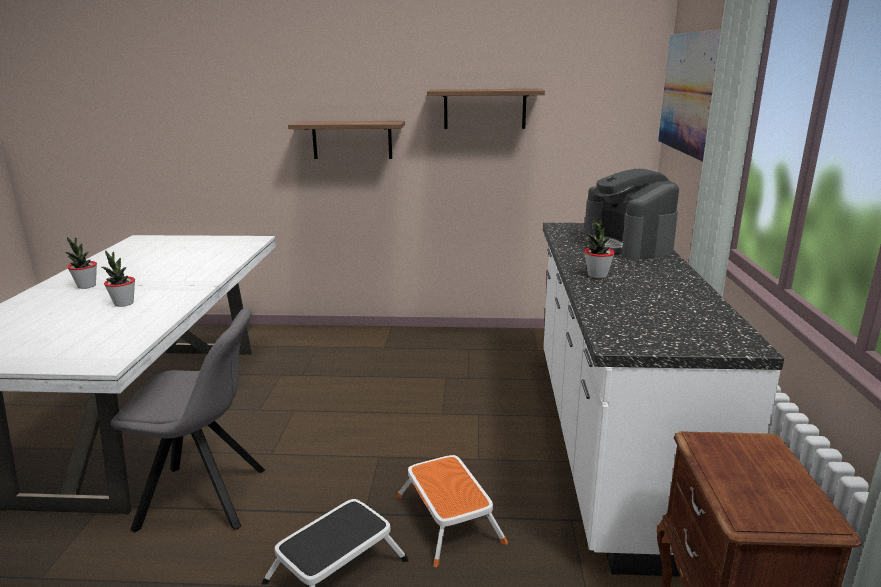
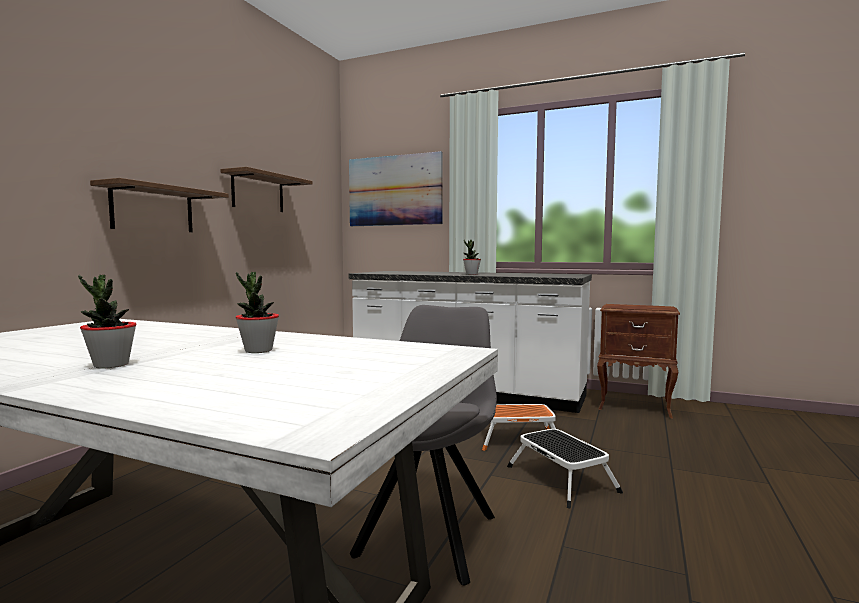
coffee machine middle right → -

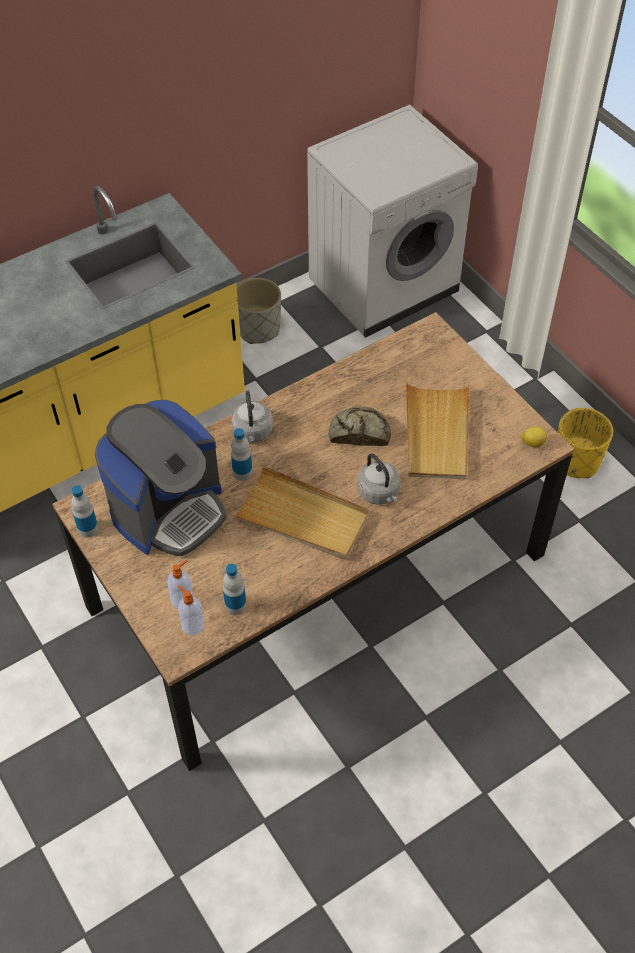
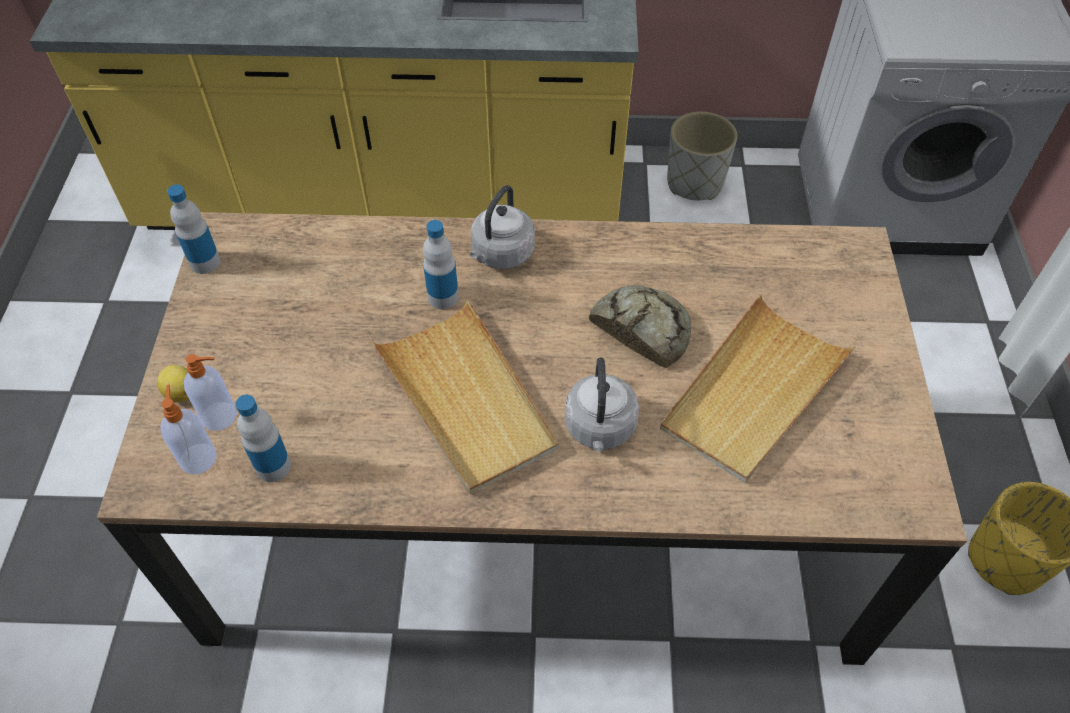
lemon middle right → lemon middle left, shifted
coffee machine middle left → -

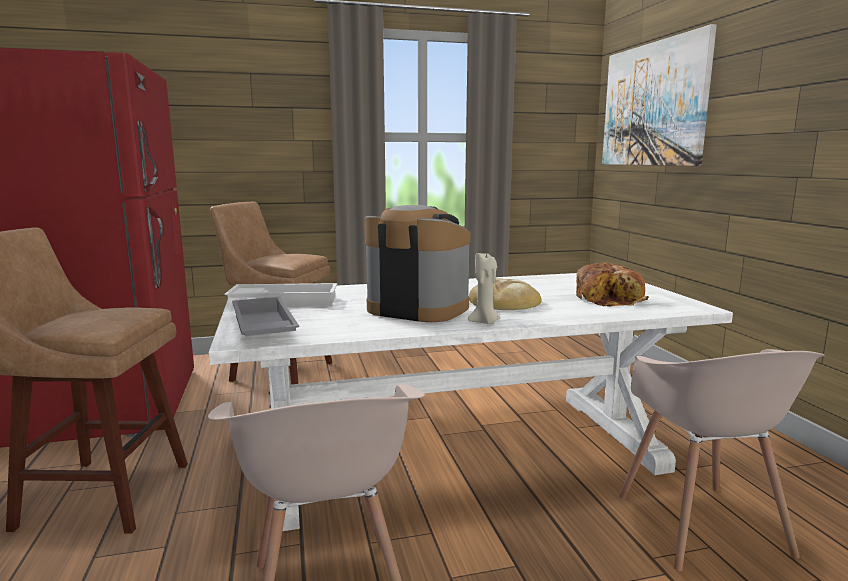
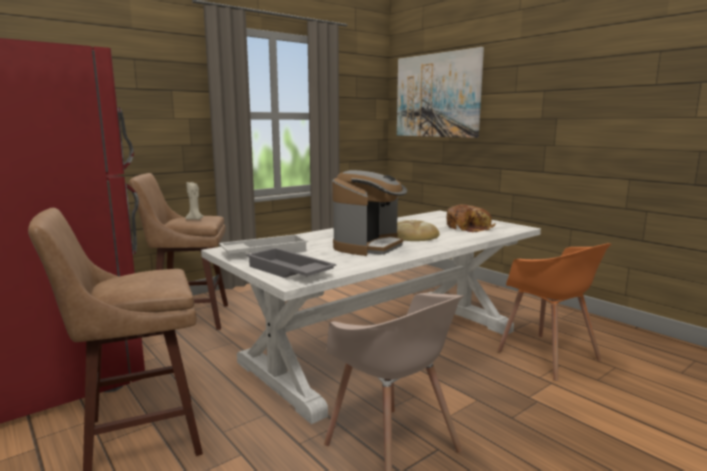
candle (beige) centre → candle (beige) middle left, shifted
coffee machine centre, 120 degrees clockwise
chair (beige) (no. 2 from left) bottom right → chair (orange) middle right

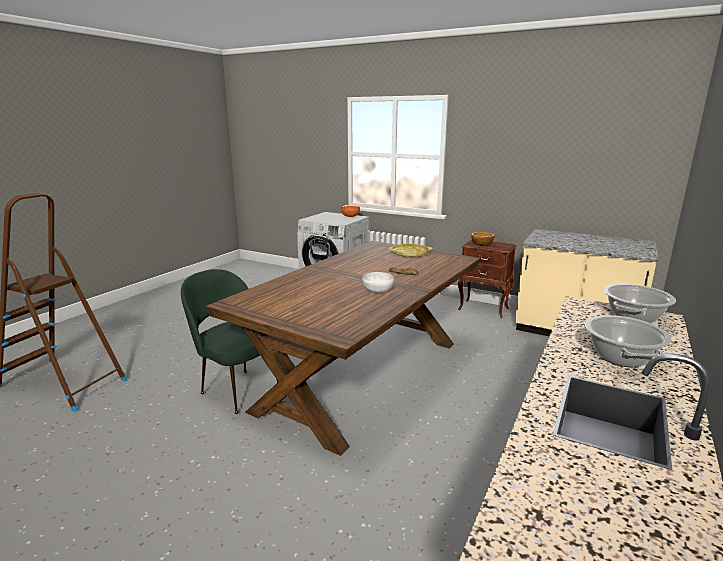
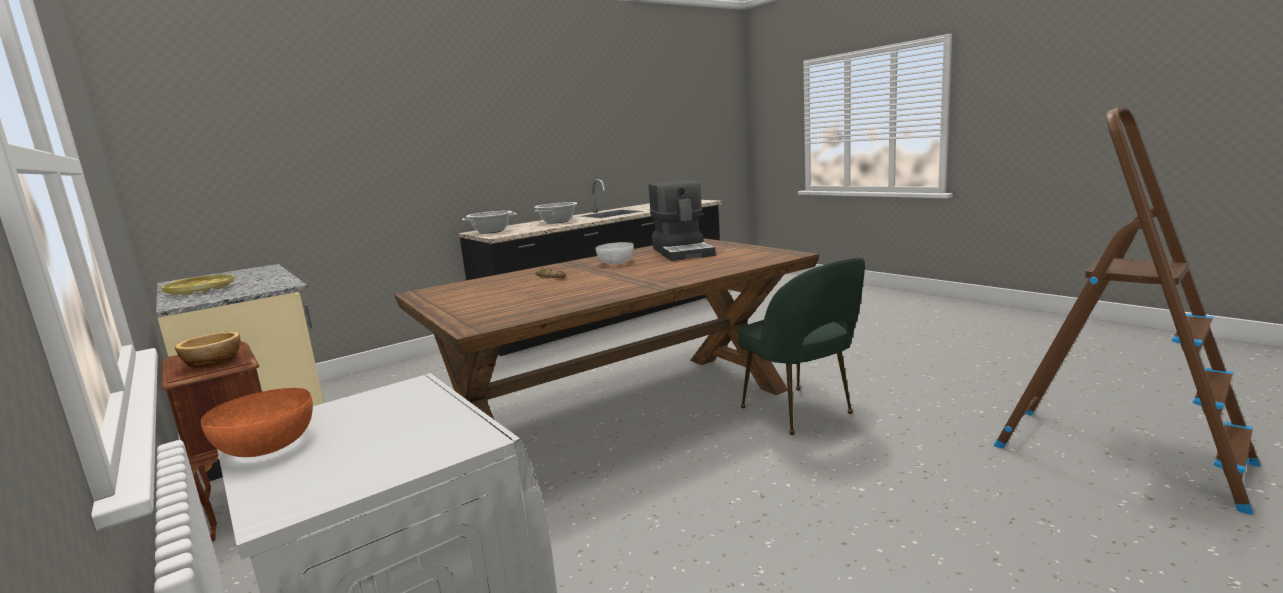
tray (yellow) centre → tray (yellow) middle left, shifted
- → coffee machine centre

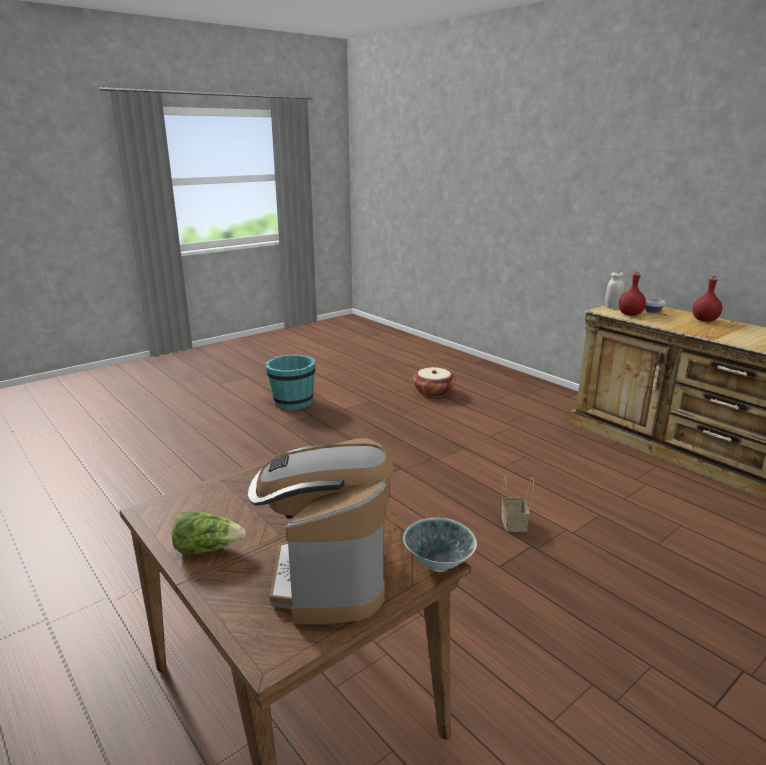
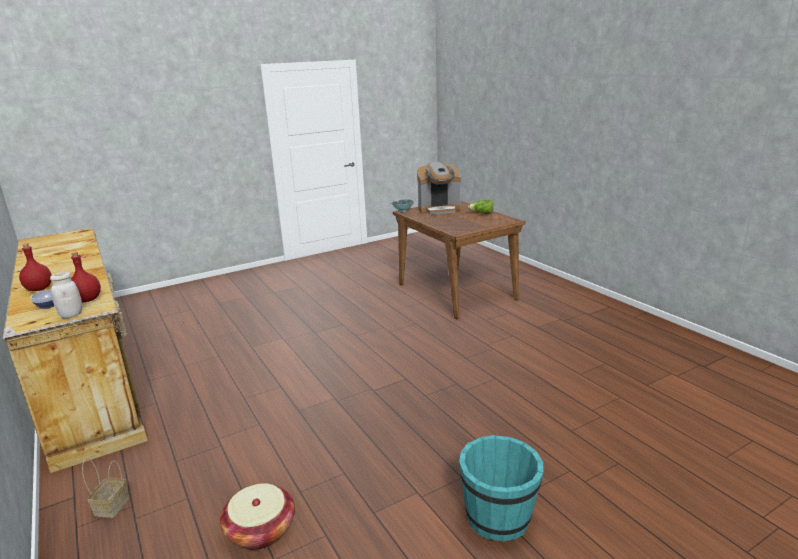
basket (no. 2 from left in the first image) middle right → basket (no. 1 from left) bottom left, shifted
coffee machine bottom centre → coffee machine centre, 75 degrees clockwise

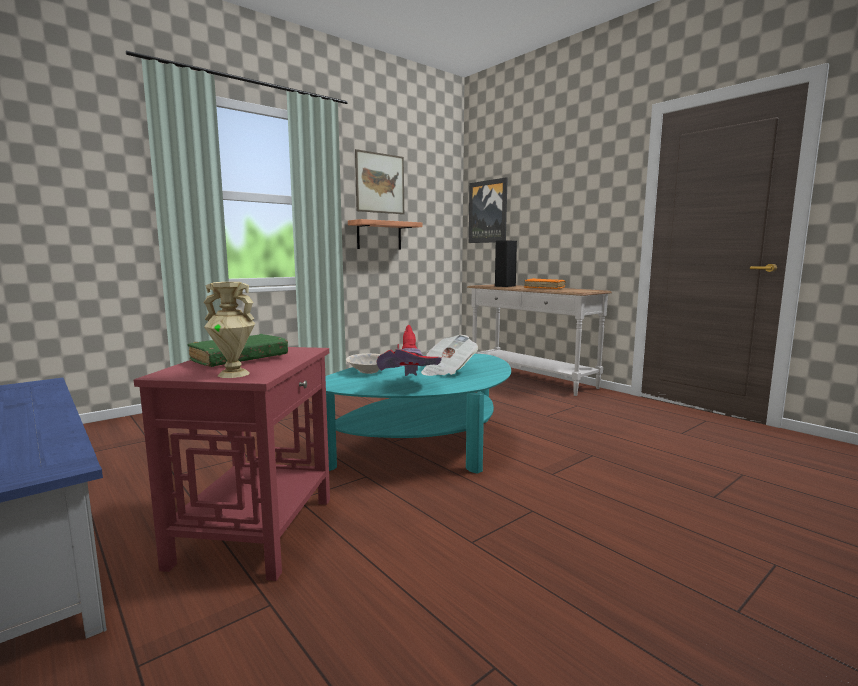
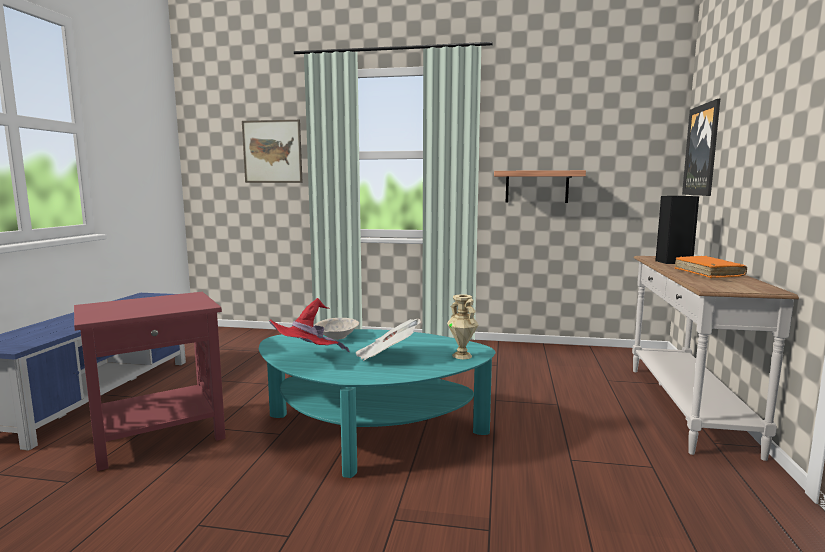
picture (no. 1 from left) top centre → picture (no. 1 from left) top left, shifted
vase (beige) middle left → vase (beige) centre, shifted
book (green) middle left → -

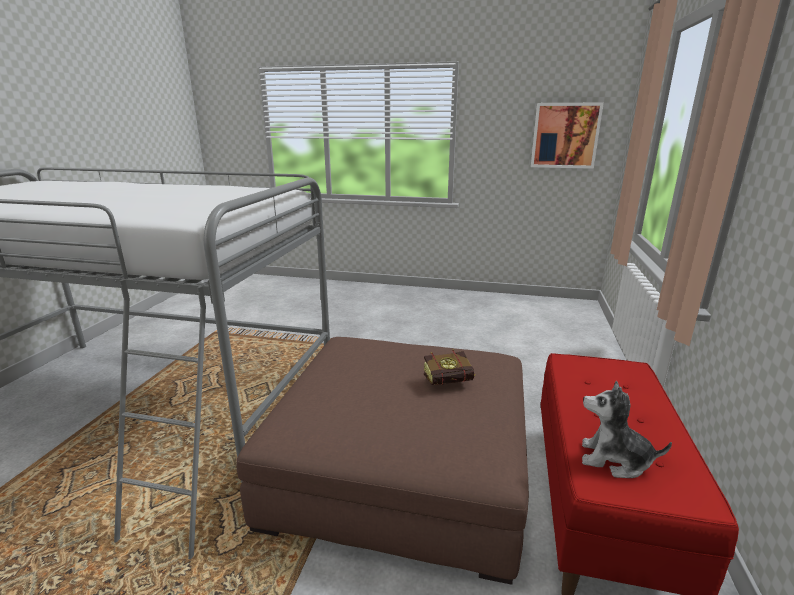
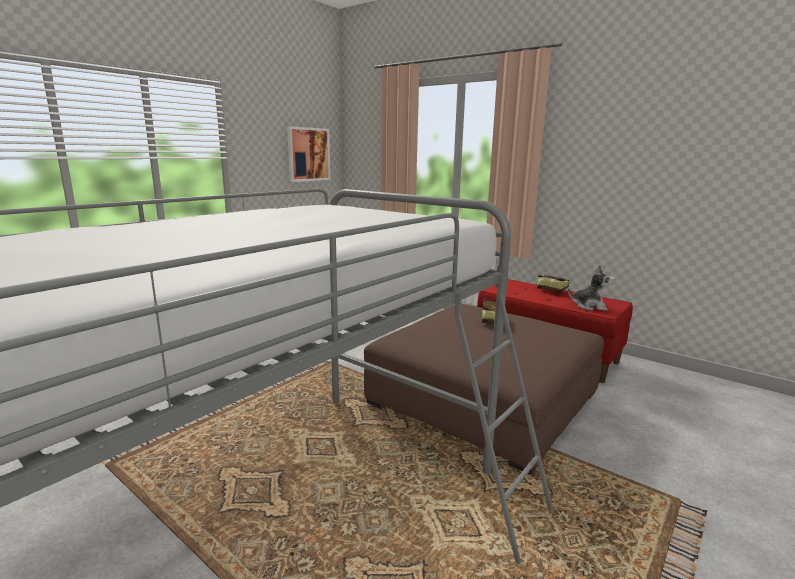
- → book (no. 2 from left) middle right
plush toy bottom right → plush toy middle right, 120 degrees counterclockwise

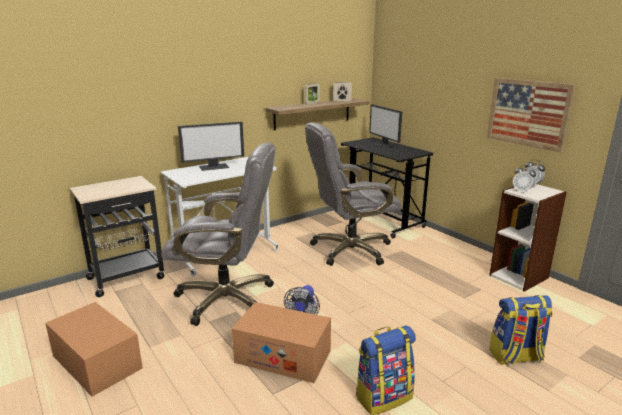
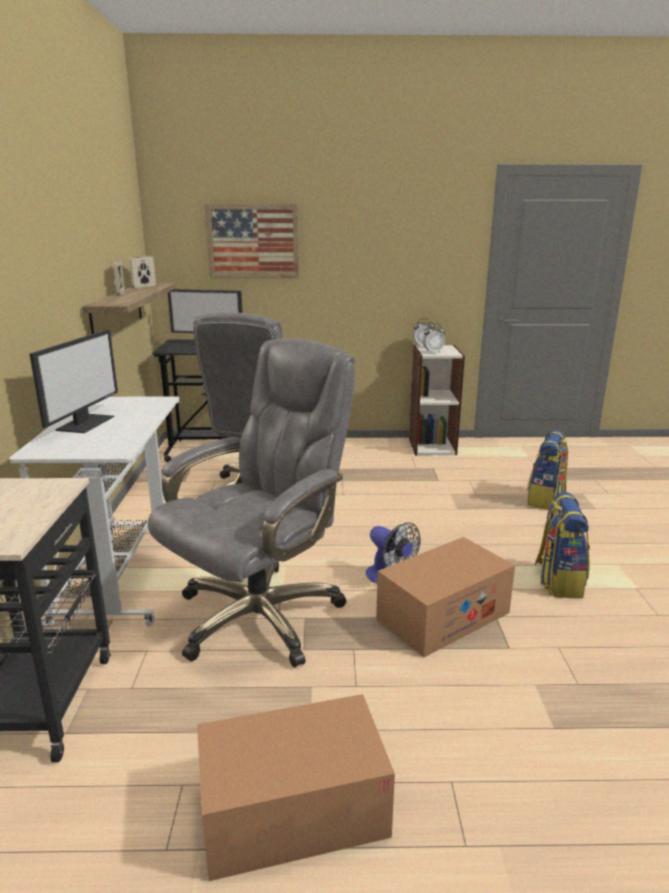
picture top right → picture top centre, shifted

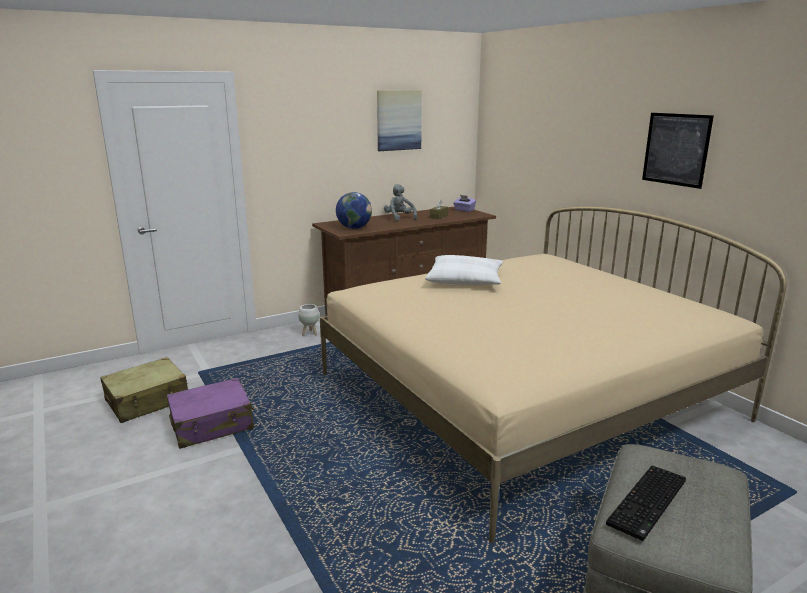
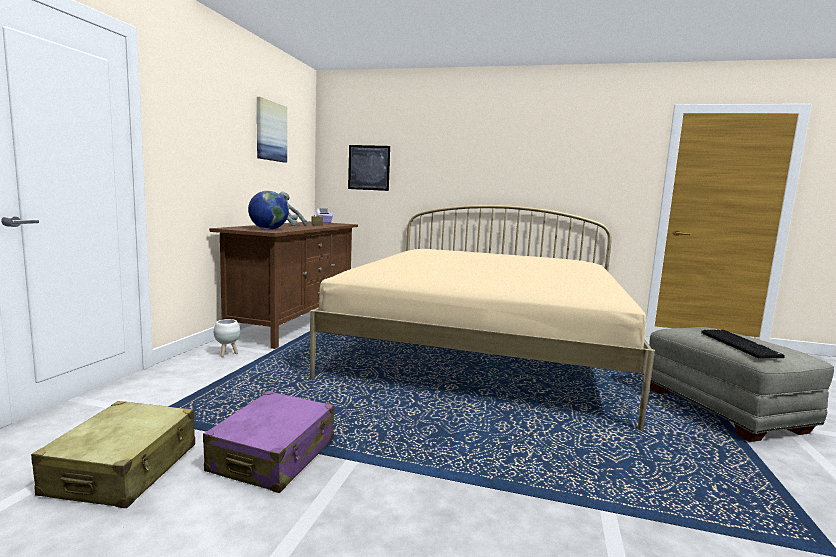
picture (no. 2 from left) top right → picture (no. 2 from left) top centre, shifted
pillow (white) centre → -

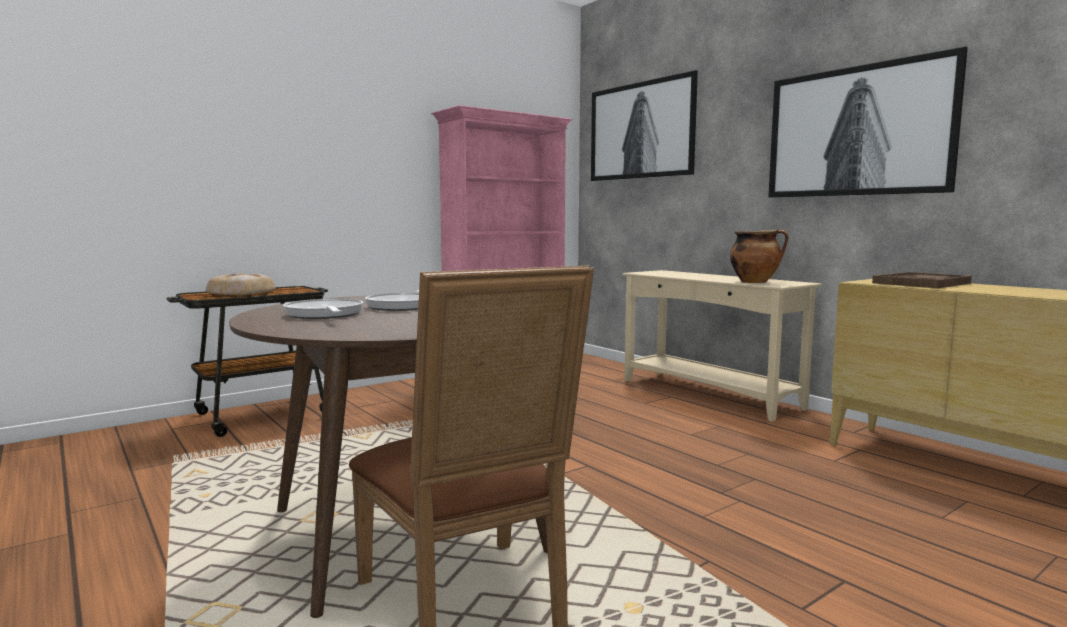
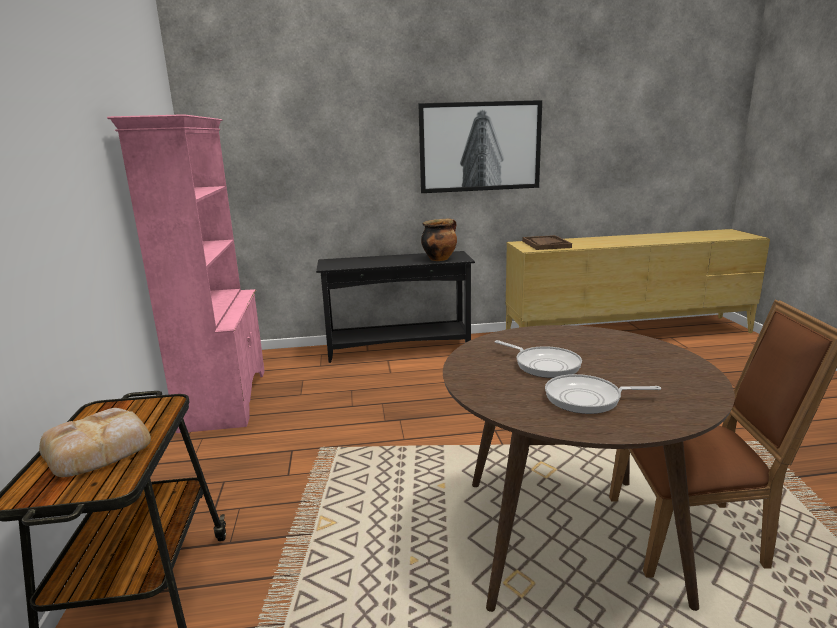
console table (beige) middle right → console table (black) centre
picture (no. 1 from left) top centre → -

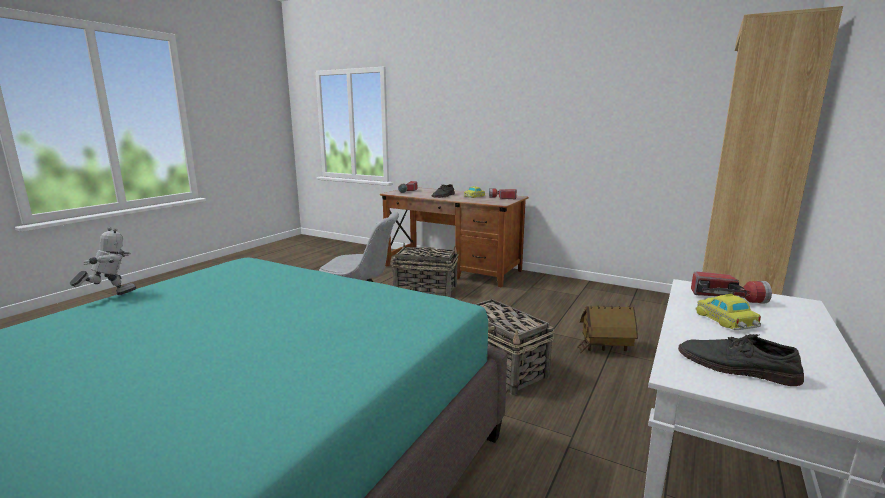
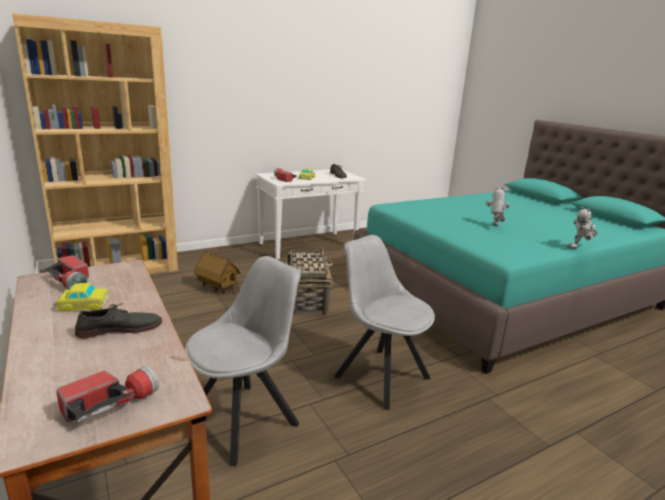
basket (no. 1 from left) centre → chair (grey) (no. 1 from left) bottom centre
- → toy robot (no. 1 from left) middle right

